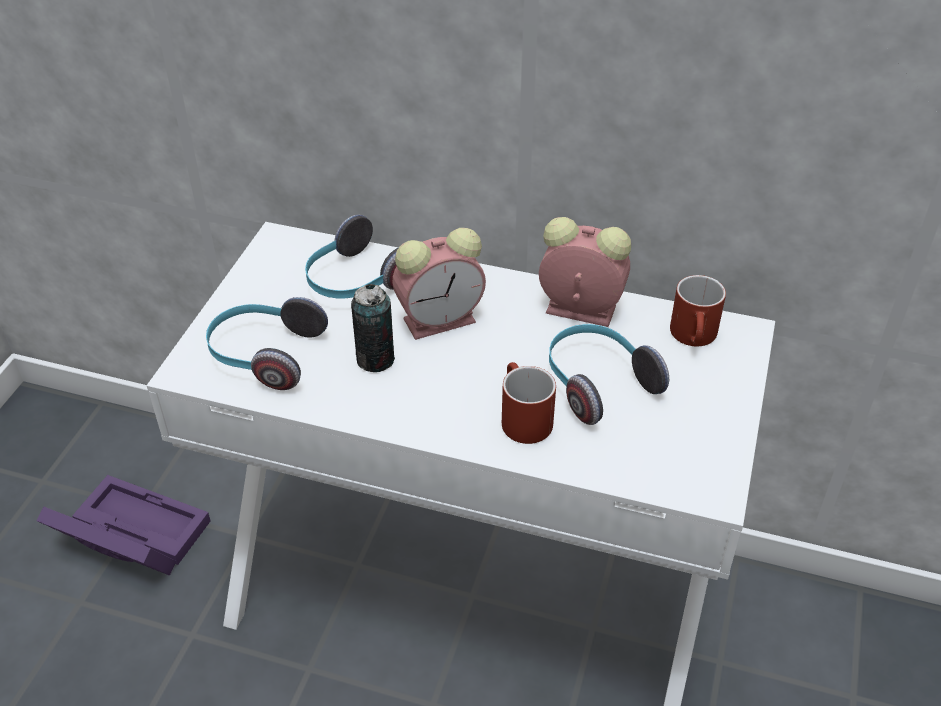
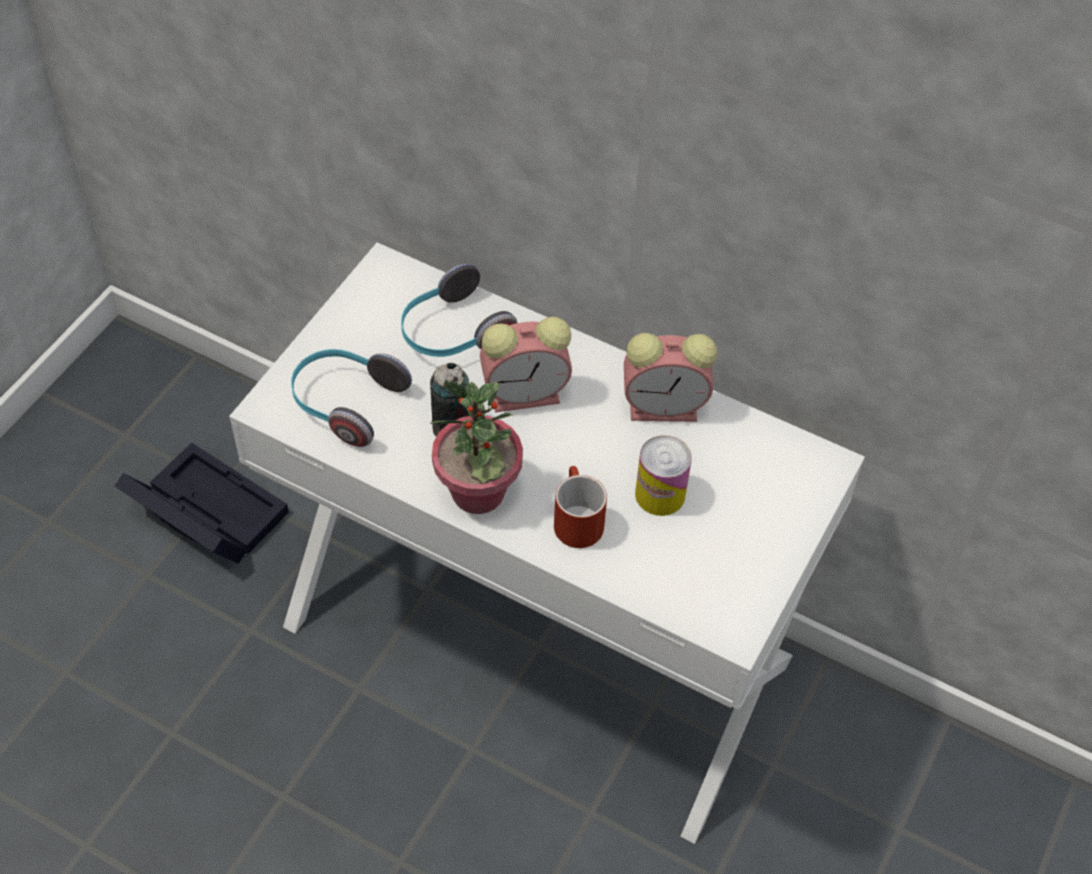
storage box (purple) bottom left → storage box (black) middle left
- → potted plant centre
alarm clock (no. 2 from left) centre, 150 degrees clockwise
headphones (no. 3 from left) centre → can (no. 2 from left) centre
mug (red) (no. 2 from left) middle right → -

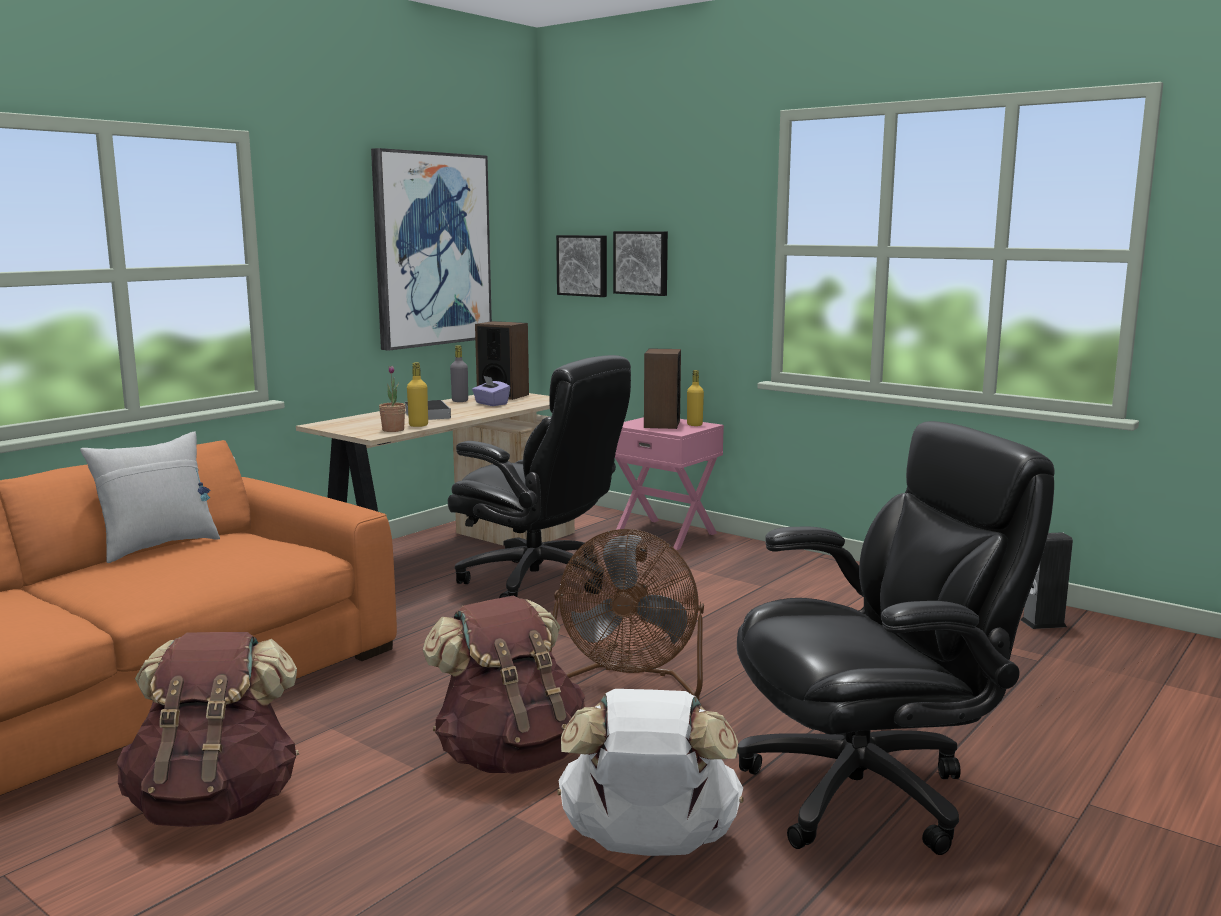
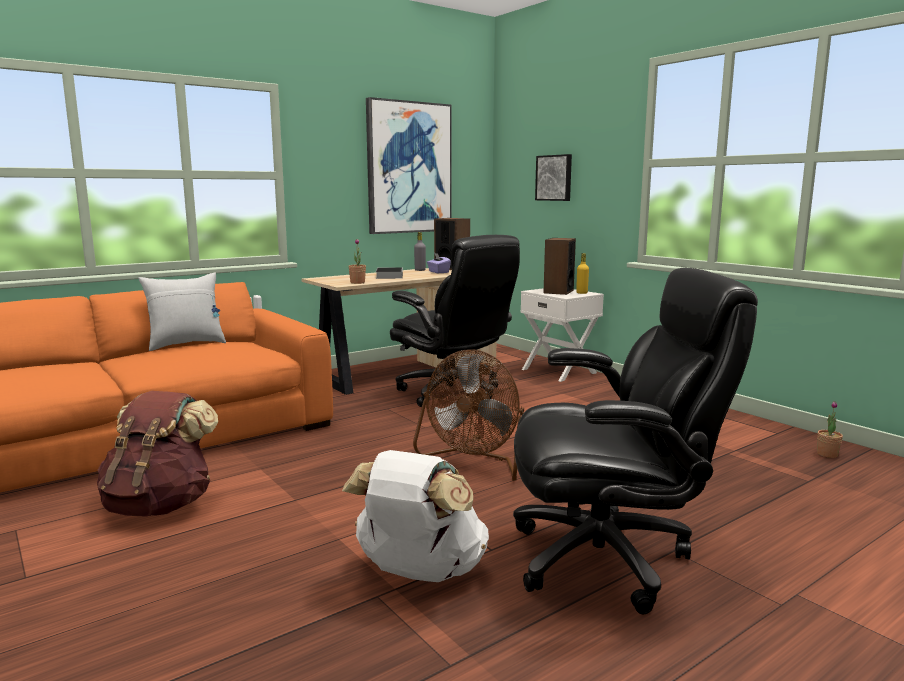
nightstand (pink) centre → nightstand (white) centre
speaker (no. 3 from left) middle right → potted plant (no. 2 from left) middle right
bottle (yellow) (no. 1 from left) centre → -
backpack (brown) (no. 2 from left) bottom centre → -
picture (no. 2 from left) top centre → -

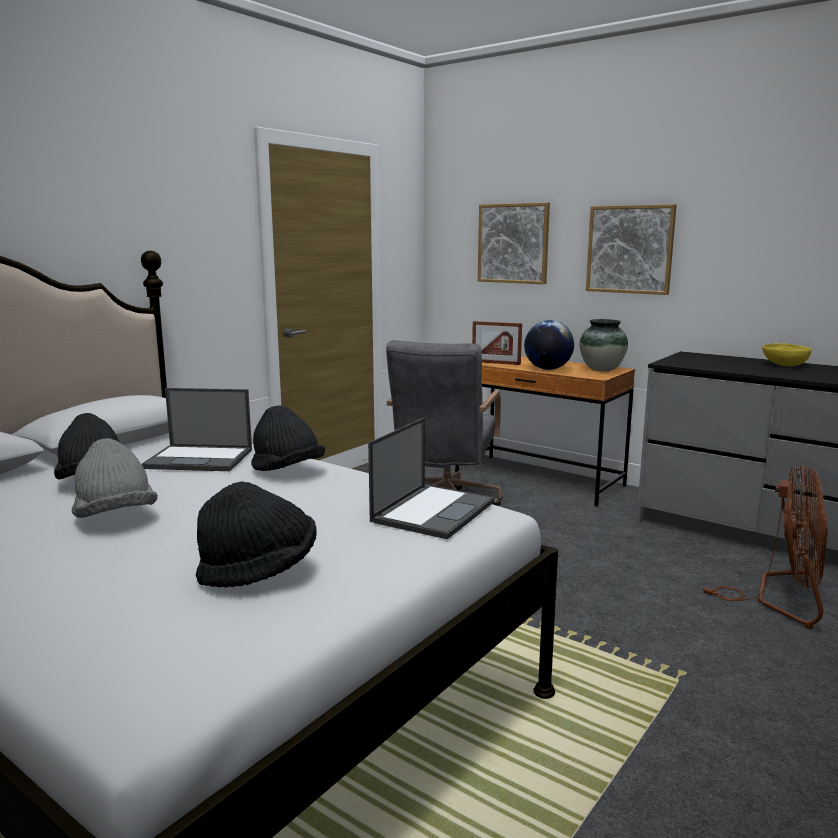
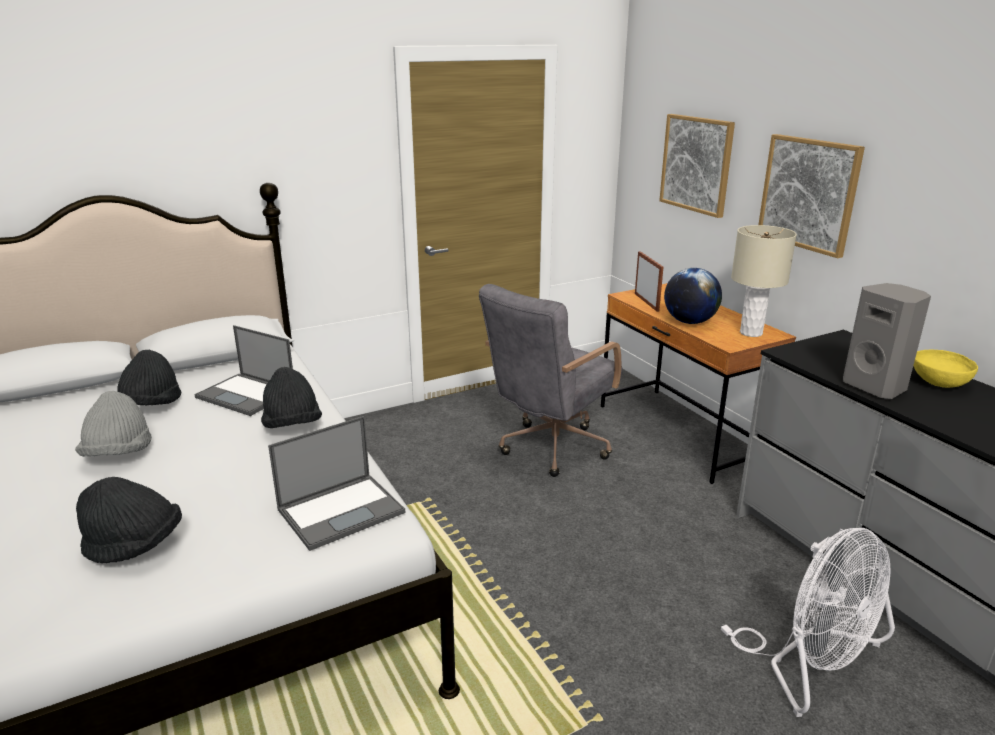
picture frame centre, 150 degrees counterclockwise
fan (brown) middle right → fan (white) bottom right
vase middle right → table lamp (beige) middle right
- → speaker (grey) middle right

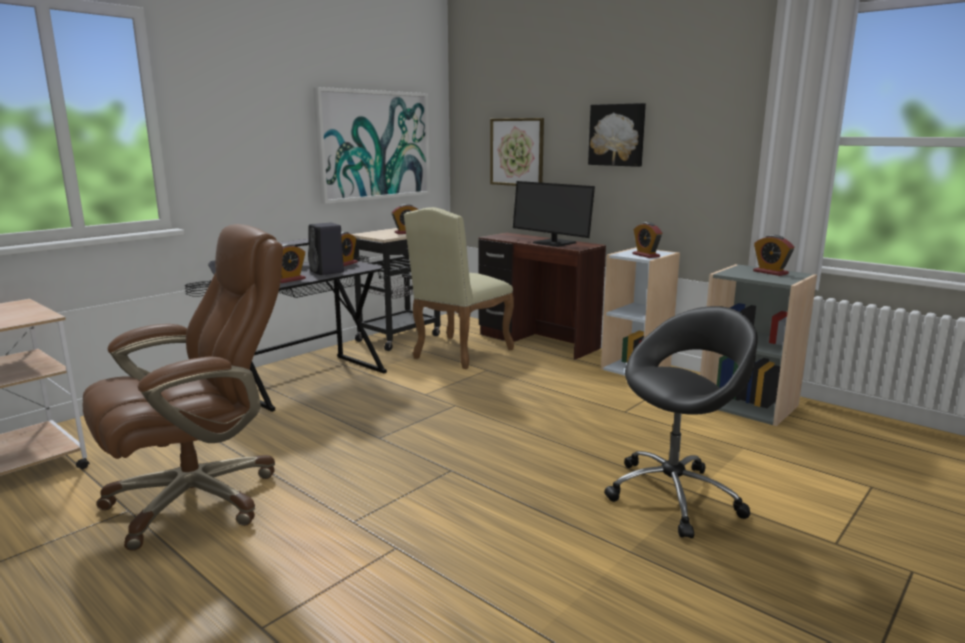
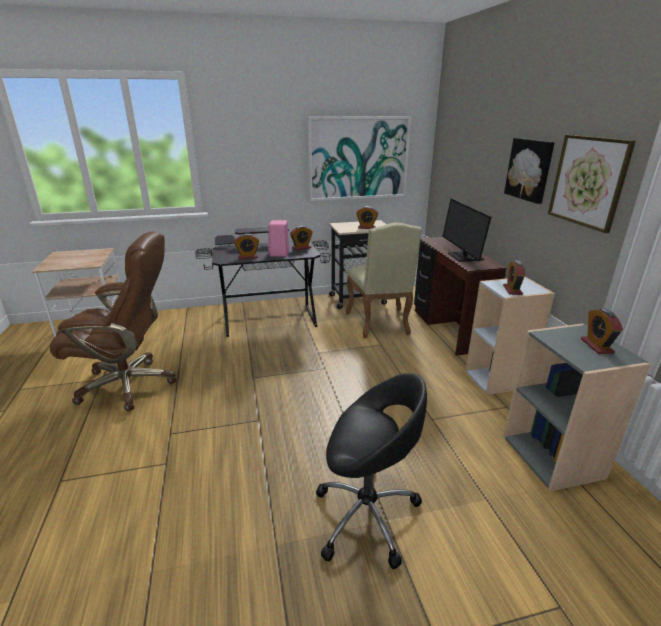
speaker (black) centre → speaker (pink) centre
chair (beige) centre, 75 degrees counterclockwise
picture (no. 2 from left in the first image) top centre → picture (no. 3 from left) top right, shifted

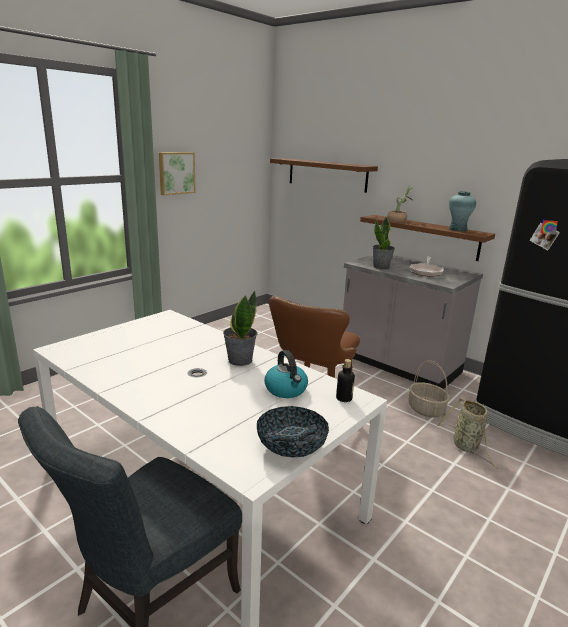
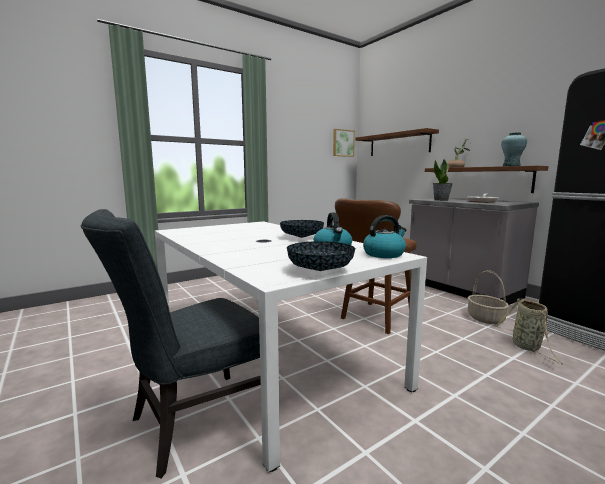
potted plant (no. 1 from left) centre → bowl (no. 1 from left) centre
picture top left → picture top centre, shifted
bottle centre → kettle (no. 2 from left) centre

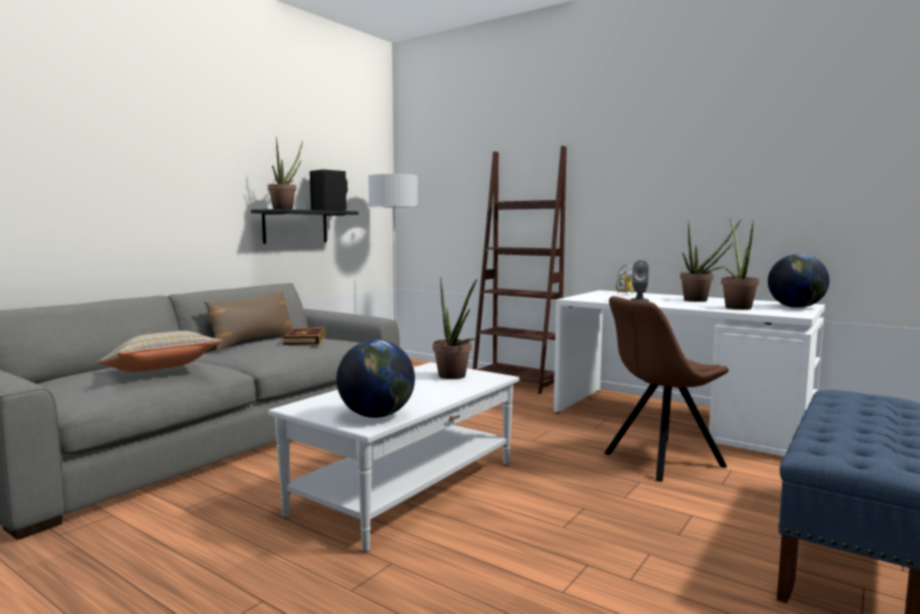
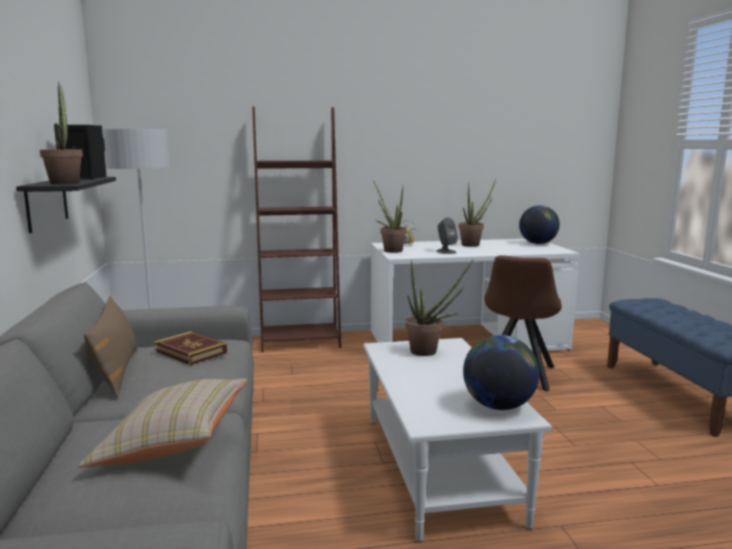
potted plant (no. 4 from left in the first image) middle right → potted plant (no. 2 from left) centre, shifted

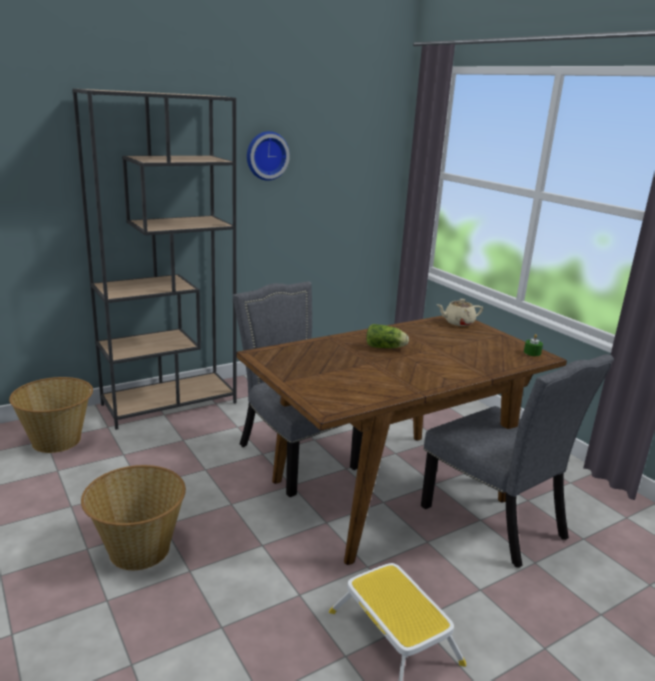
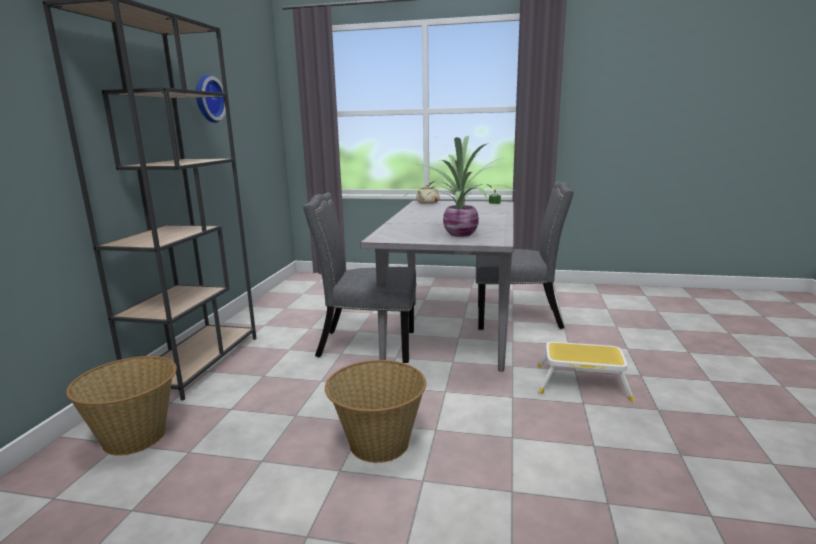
dining table (brown) centre → dining table (grey) centre
- → potted plant centre
lettuce centre → -

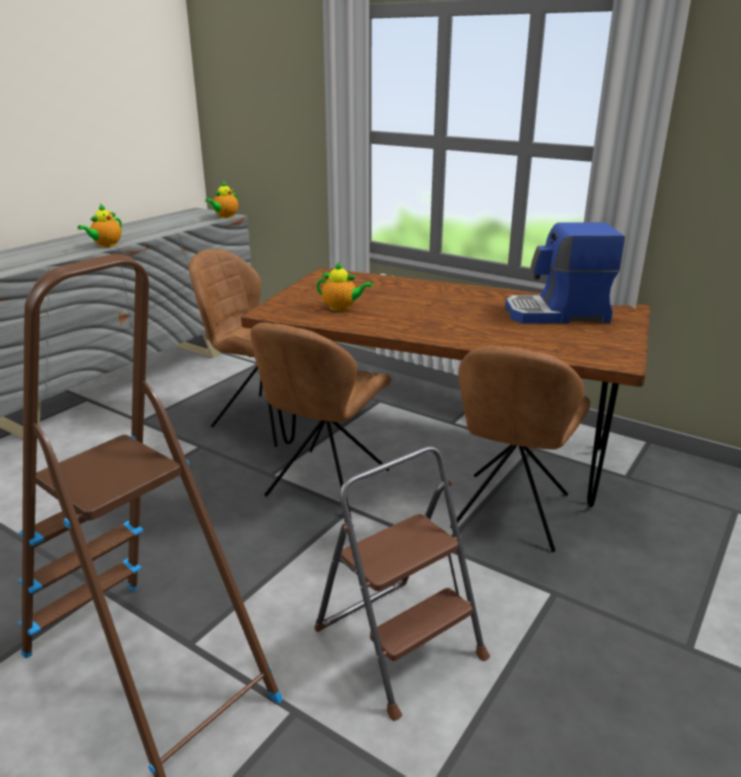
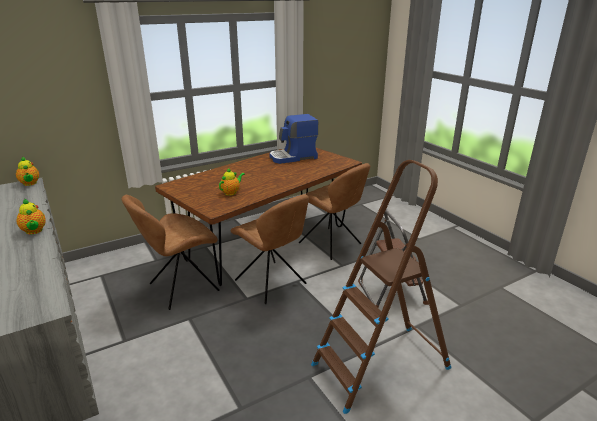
coffee machine middle right → coffee machine top centre, 45 degrees clockwise

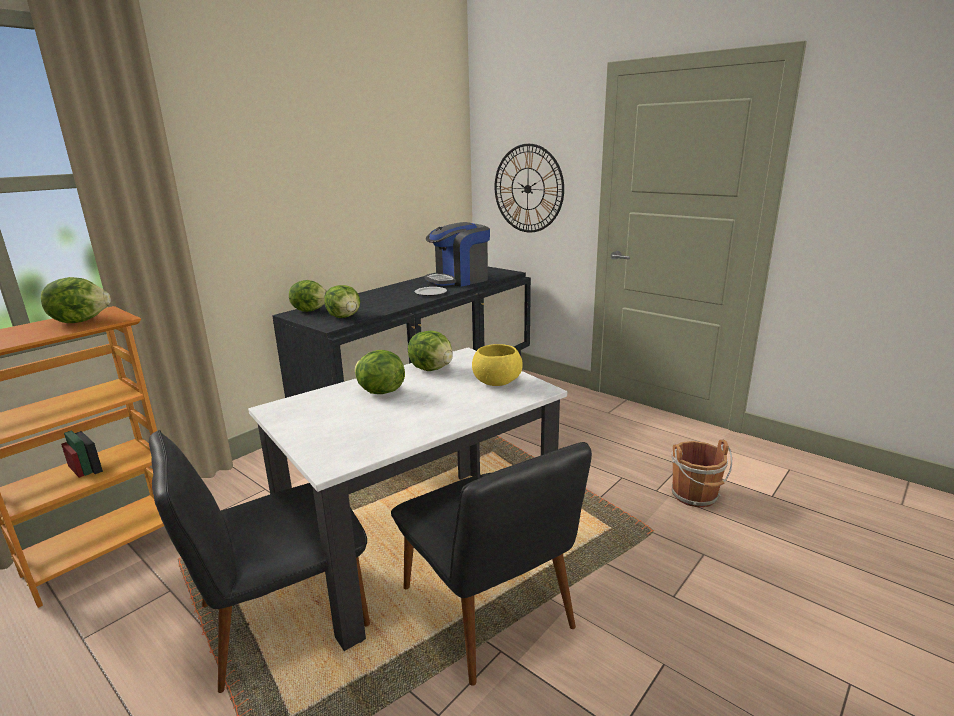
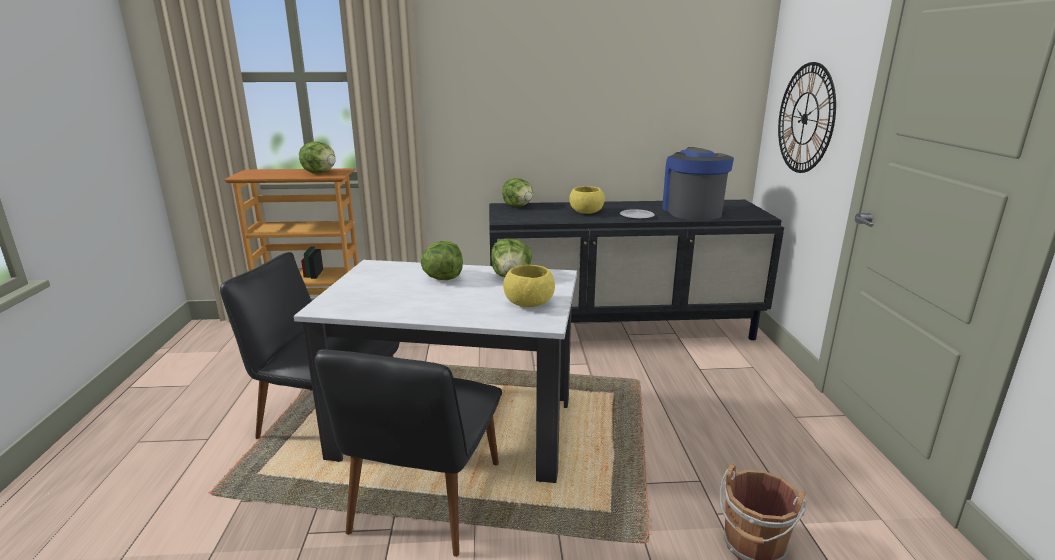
- → bowl (yellow) (no. 2 from left) centre
coffee machine centre → coffee machine top centre, 75 degrees clockwise
lettuce (no. 3 from left) centre → -

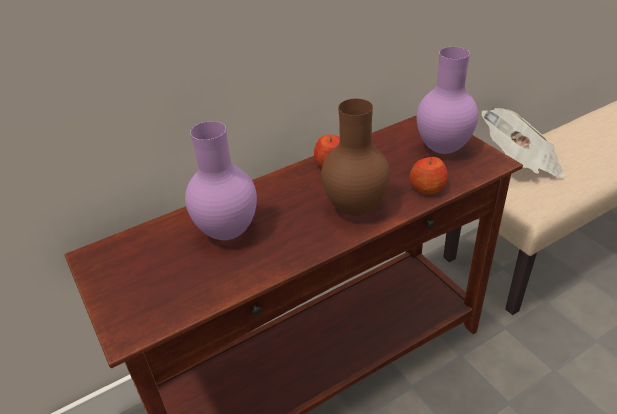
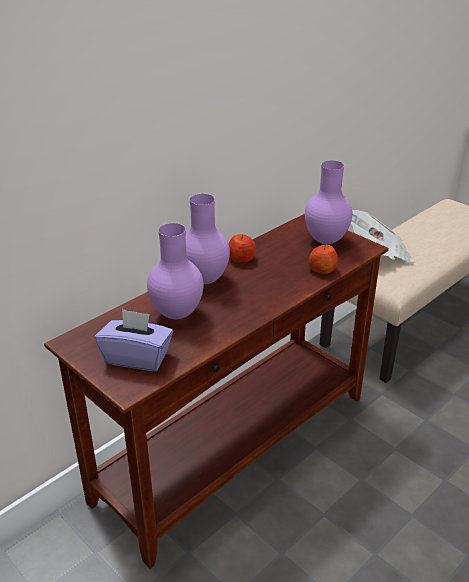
- → tissue box (purple) middle left
- → vase (purple) (no. 2 from left) centre
vase (brown) centre → -

